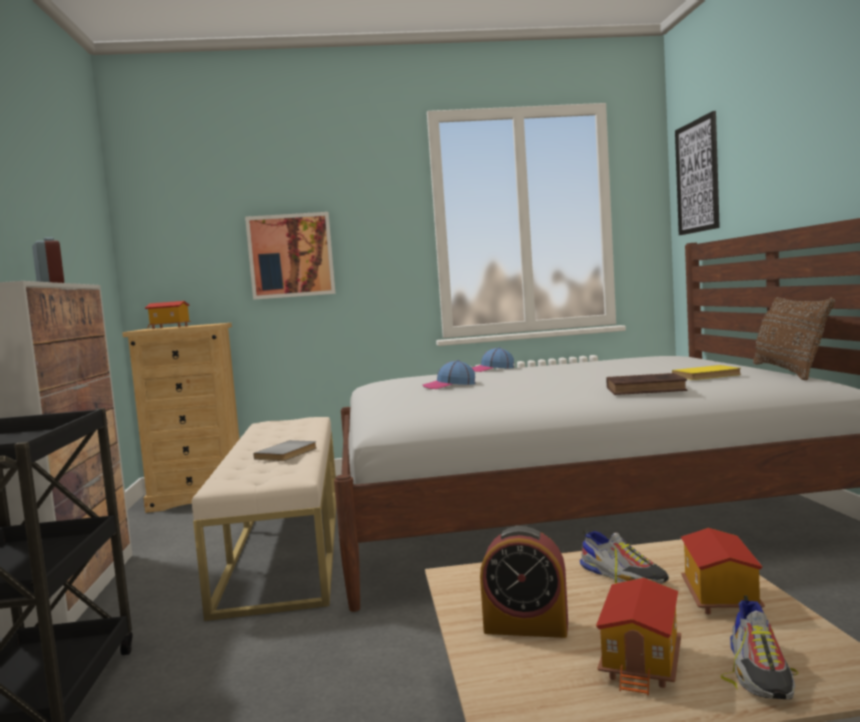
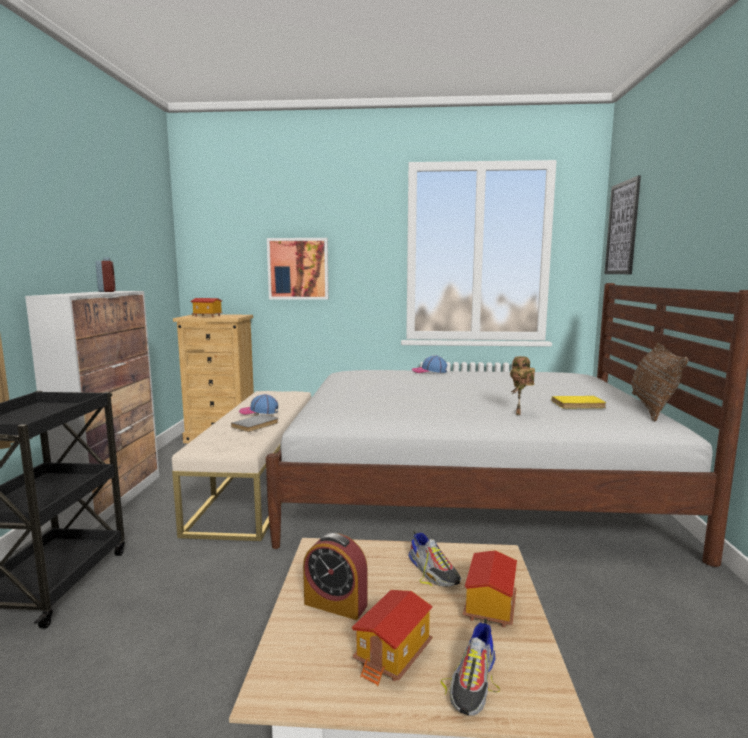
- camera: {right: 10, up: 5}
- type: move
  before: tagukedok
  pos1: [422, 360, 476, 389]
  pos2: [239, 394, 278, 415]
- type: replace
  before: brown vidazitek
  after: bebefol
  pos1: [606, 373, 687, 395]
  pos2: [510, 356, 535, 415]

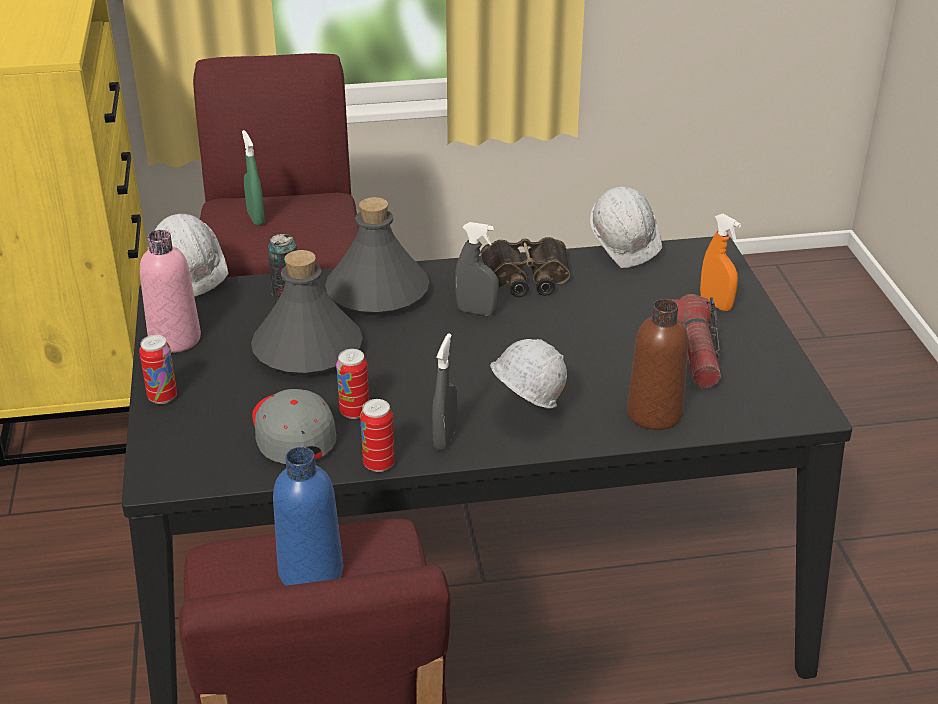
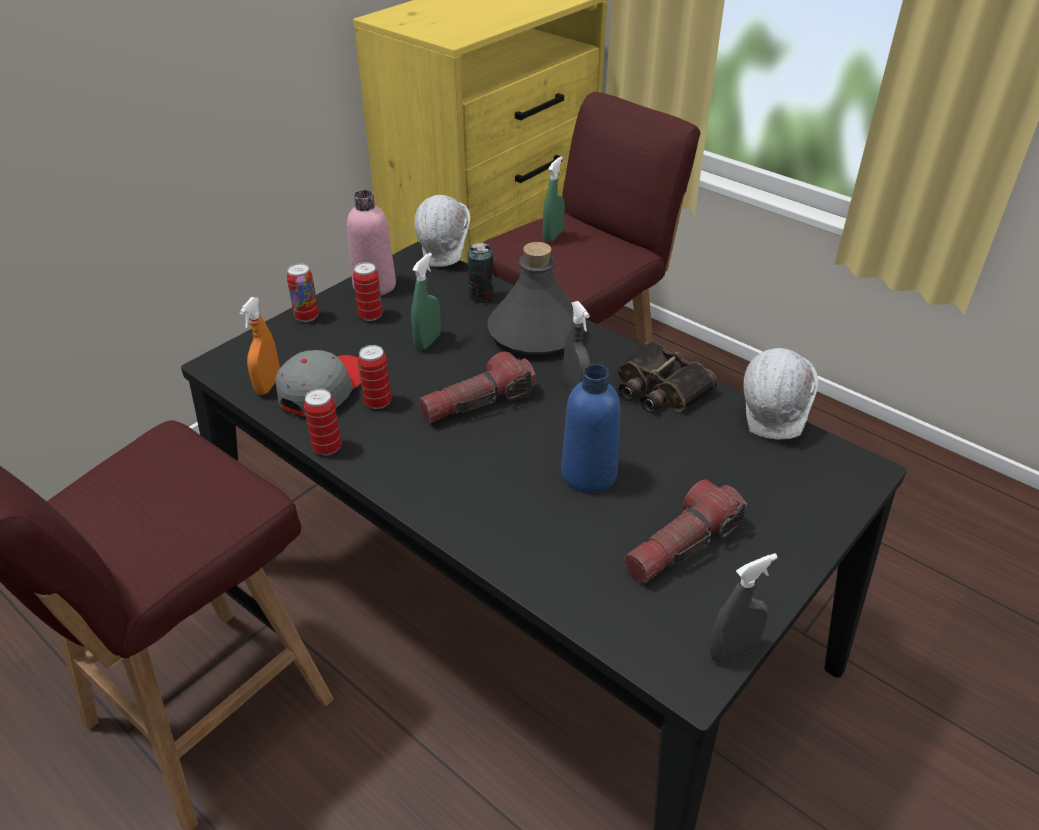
- camera: {right: 50, up: 5}
- type: move
  before: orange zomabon
  pos1: [700, 214, 741, 311]
  pos2: [239, 297, 280, 395]
- type: insert
  after: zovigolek
  pos2: [353, 262, 383, 321]
- type: replace
  before: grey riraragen
  after: green zomabon
  pos1: [251, 250, 363, 376]
  pos2: [411, 253, 441, 351]
- type: insert
  after: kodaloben
  pos2: [419, 352, 536, 423]
- type: move
  before: blue riraragen
  pos1: [273, 447, 343, 586]
  pos2: [561, 364, 620, 493]
- type: move
  before: grey zomabon
  pos1: [432, 333, 457, 450]
  pos2: [710, 553, 778, 664]
- type: delete
  before: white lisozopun
  pos1: [490, 339, 567, 409]
- type: delete
  before: brown riraragen
  pos1: [627, 299, 688, 430]

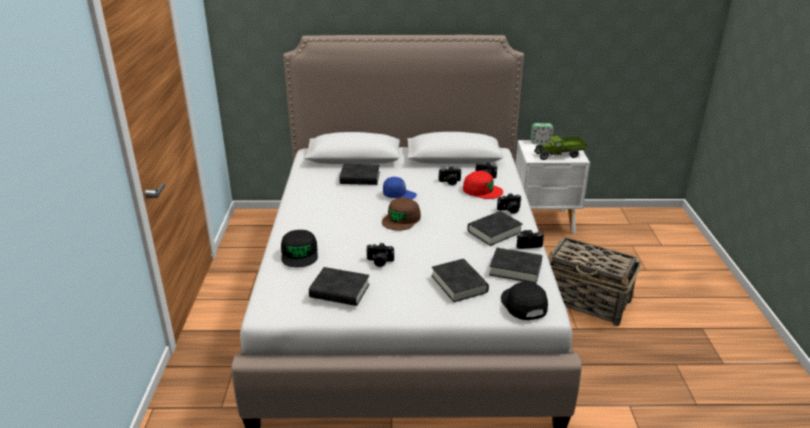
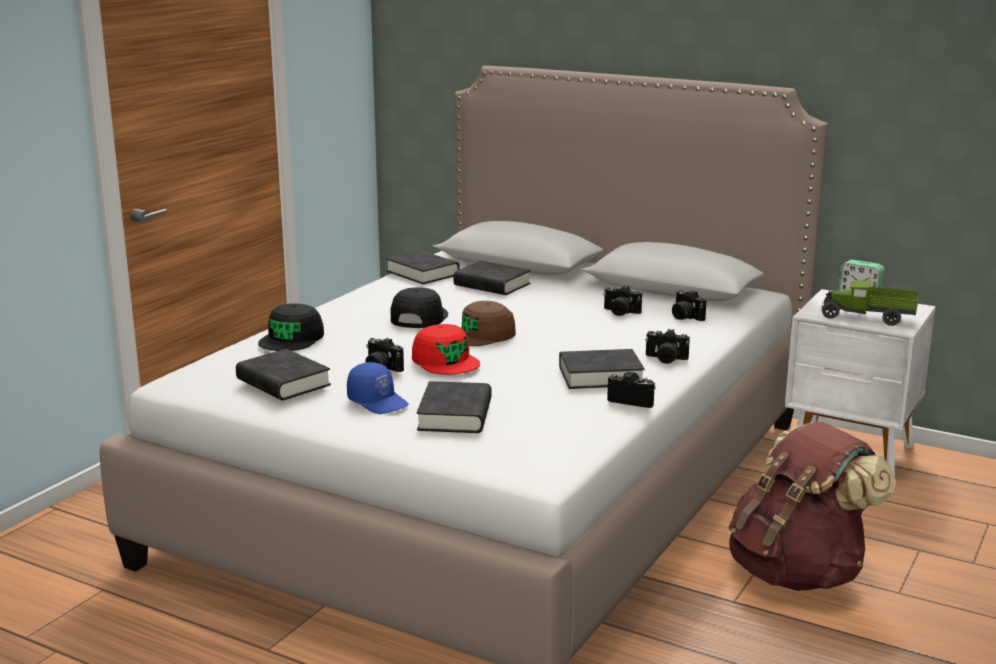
- camera: {right: 30, up: -10}
- type: move
  before: blue tagukedok
  pos1: [383, 177, 417, 200]
  pos2: [347, 362, 409, 414]
- type: move
  before: black vidazitek
  pos1: [489, 248, 542, 284]
  pos2: [386, 250, 460, 284]
- type: move
  before: black tagukedok
  pos1: [501, 282, 548, 320]
  pos2: [390, 287, 448, 328]
- type: move
  before: red tagukedok
  pos1: [463, 171, 503, 199]
  pos2: [412, 324, 480, 375]
- type: replace
  before: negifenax
  after: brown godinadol
  pos1: [548, 237, 641, 326]
  pos2: [728, 422, 896, 591]

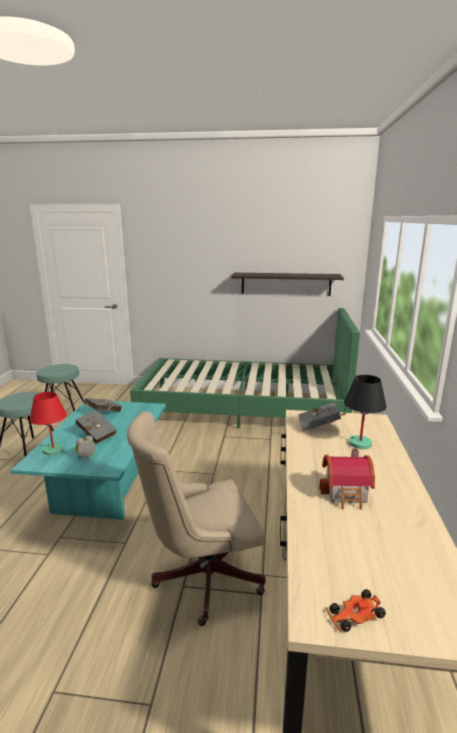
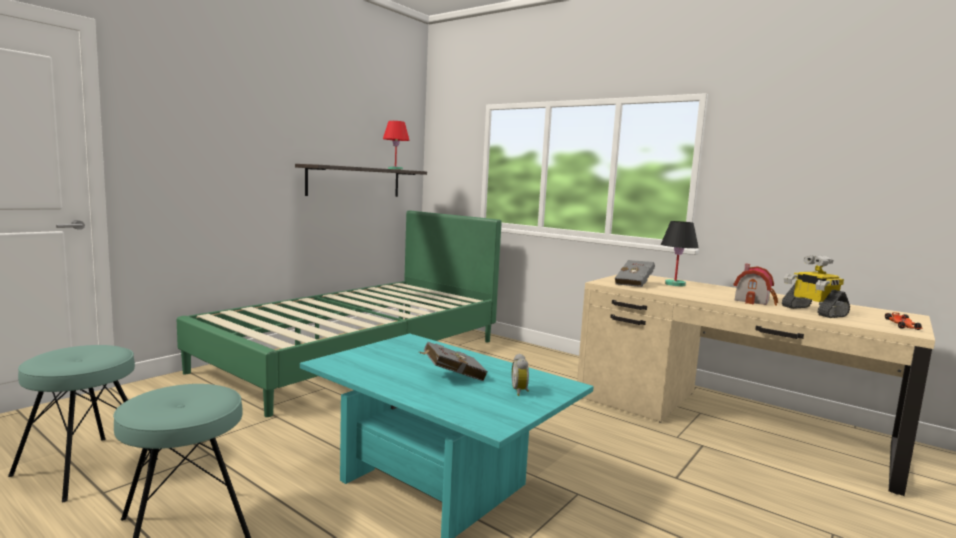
- camera: {right: -60, up: -10}
- type: move
  before: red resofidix
  pos1: [30, 392, 67, 455]
  pos2: [383, 121, 410, 170]
- type: insert
  after: bebefol
  pos2: [782, 255, 850, 318]
- type: delete
  before: grey vidazitek
  pos1: [84, 398, 122, 412]
- type: delete
  before: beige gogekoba
  pos1: [127, 411, 266, 626]

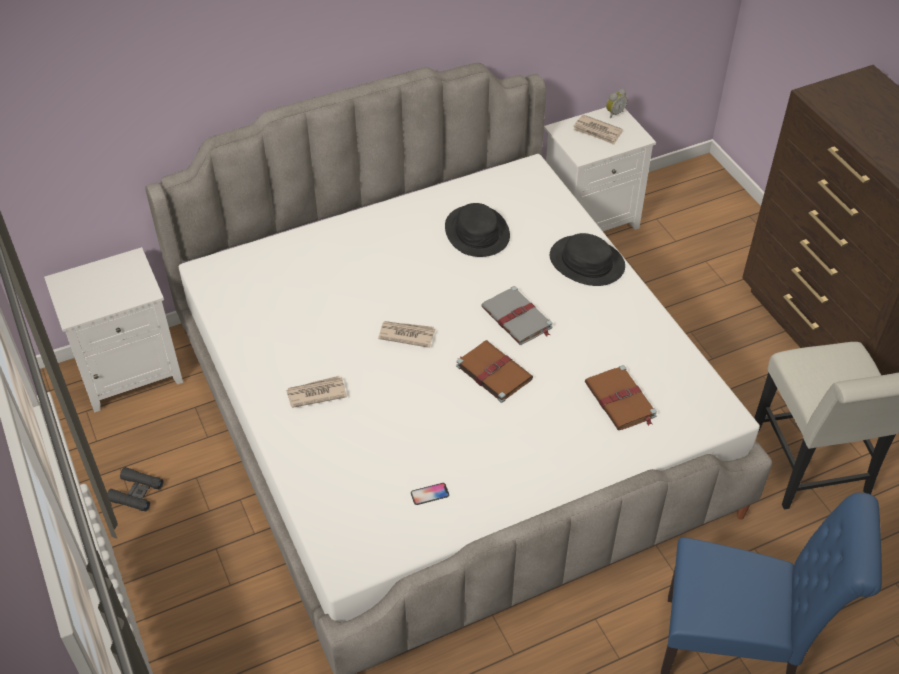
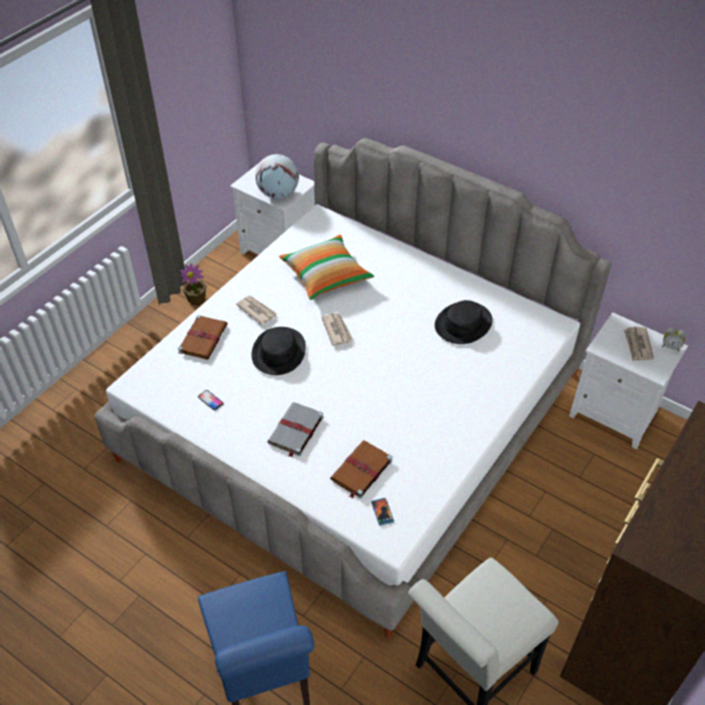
- camera: {right: 60, up: 0}
- type: move
  before: brown vidazitek
  pos1: [456, 340, 533, 403]
  pos2: [178, 315, 228, 359]
- type: replace
  before: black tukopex
  after: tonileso
  pos1: [107, 467, 163, 512]
  pos2: [180, 263, 206, 306]
- type: move
  before: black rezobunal
  pos1: [550, 233, 625, 286]
  pos2: [251, 327, 306, 375]
- type: insert
  after: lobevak
  pos2: [255, 154, 299, 199]
- type: move
  before: grey vidazitek
  pos1: [481, 286, 553, 345]
  pos2: [267, 402, 324, 458]
- type: insert
  after: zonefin
  pos2: [279, 234, 374, 300]
- type: insert
  after: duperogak
  pos2: [371, 498, 394, 526]

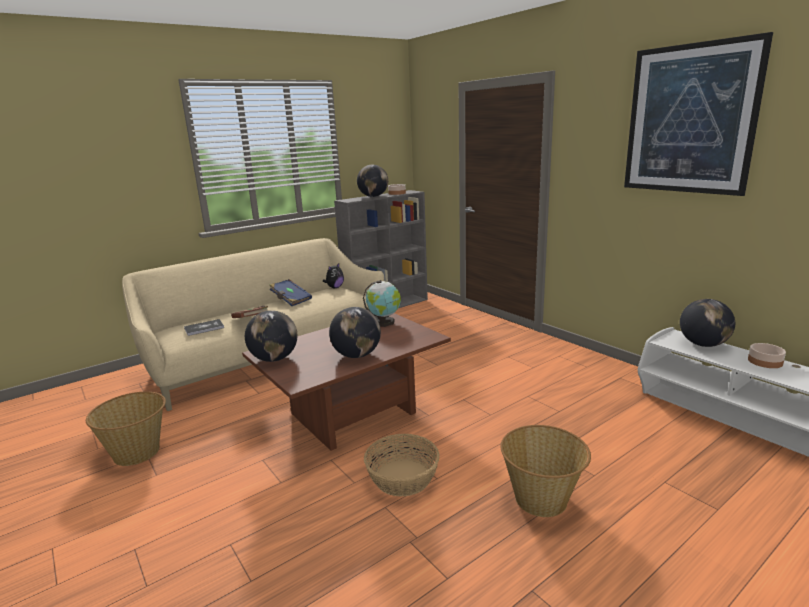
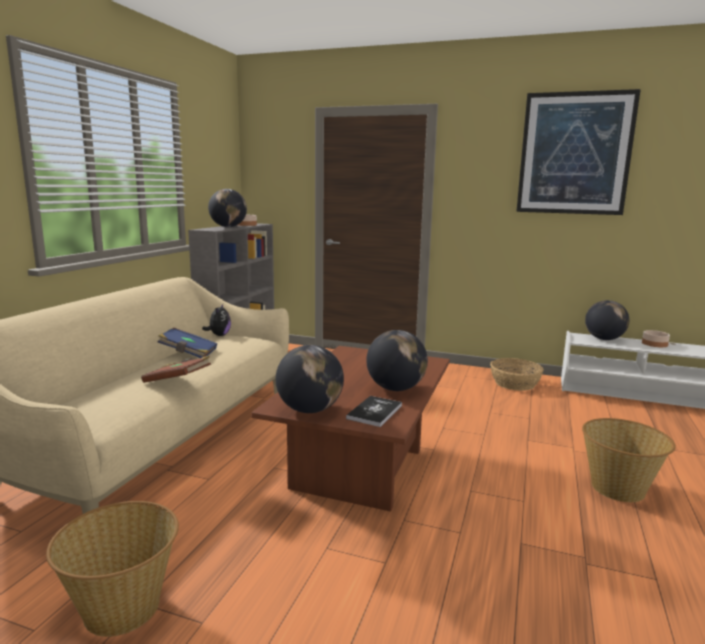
- camera: {right: -35, up: -5}
- type: move
  before: vidazitek
  pos1: [184, 319, 224, 336]
  pos2: [346, 396, 402, 427]
- type: move
  before: negifenax
  pos1: [364, 434, 440, 497]
  pos2: [490, 358, 544, 391]
- type: delete
  before: lobevak
  pos1: [363, 280, 401, 327]

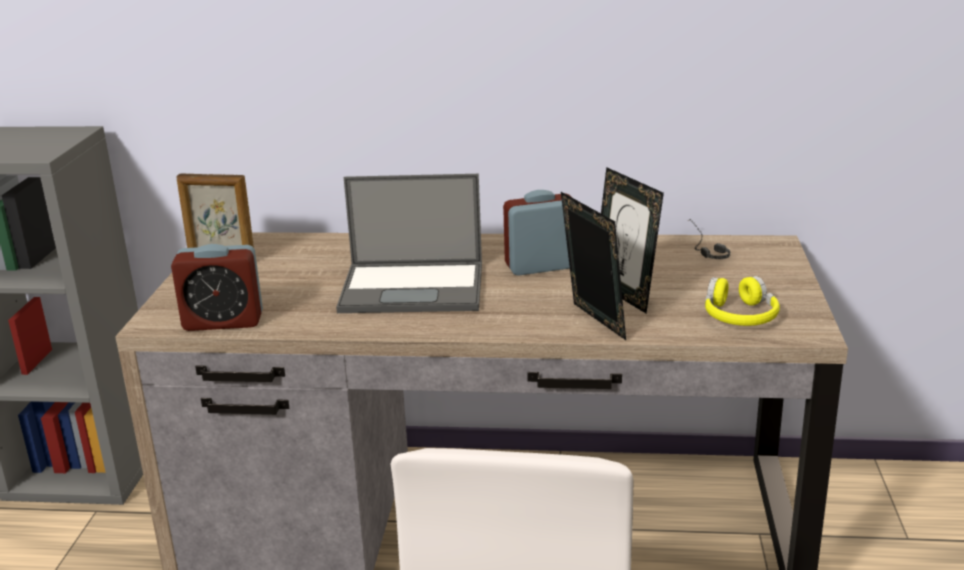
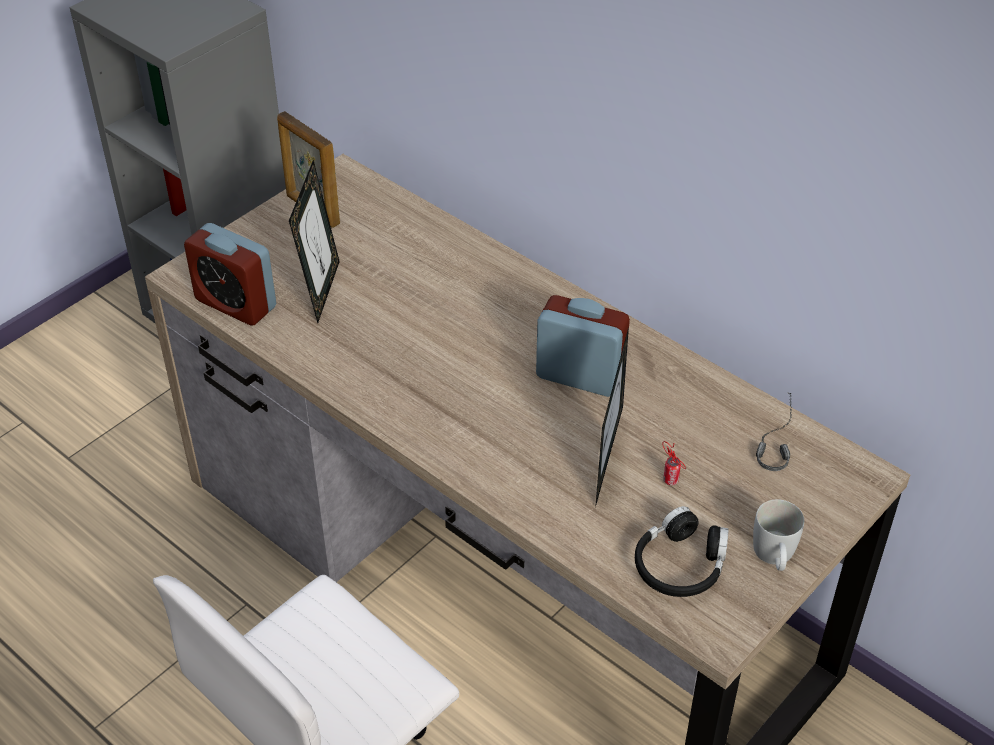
- camera: {right: 35, up: 20}
- type: move
  before: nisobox
  pos1: [561, 192, 626, 340]
  pos2: [289, 160, 340, 323]
- type: recolor
  before: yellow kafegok
  after: black kafegok
  pos1: [705, 276, 780, 326]
  pos2: [635, 506, 728, 597]
- type: insert
  after: zovigolek
  pos2: [662, 441, 686, 485]
- type: insert
  after: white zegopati
  pos2: [753, 499, 804, 571]
- type: delete
  before: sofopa
  pos1: [336, 174, 482, 313]

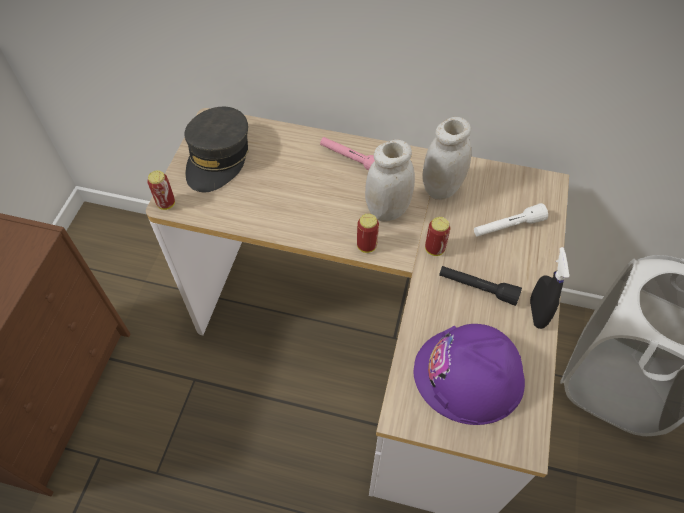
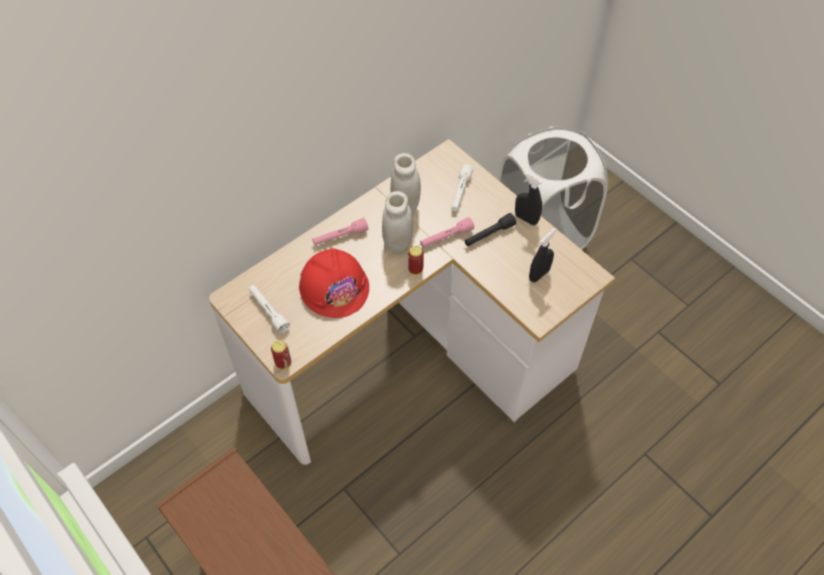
- camera: {right: -55, up: 0}
- type: replace
  before: grey tagukedok
  after: white kodaloben
  pos1: [184, 107, 249, 192]
  pos2: [249, 285, 290, 333]
- type: insert
  after: red lisozopun
  pos2: [299, 248, 369, 318]
- type: replace
  before: zovigolek
  after: pink kodaloben
  pos1: [425, 217, 451, 256]
  pos2: [420, 217, 474, 247]
- type: replace
  before: purple lisozopun
  after: black zomabon
  pos1: [413, 324, 525, 425]
  pos2: [529, 228, 557, 282]

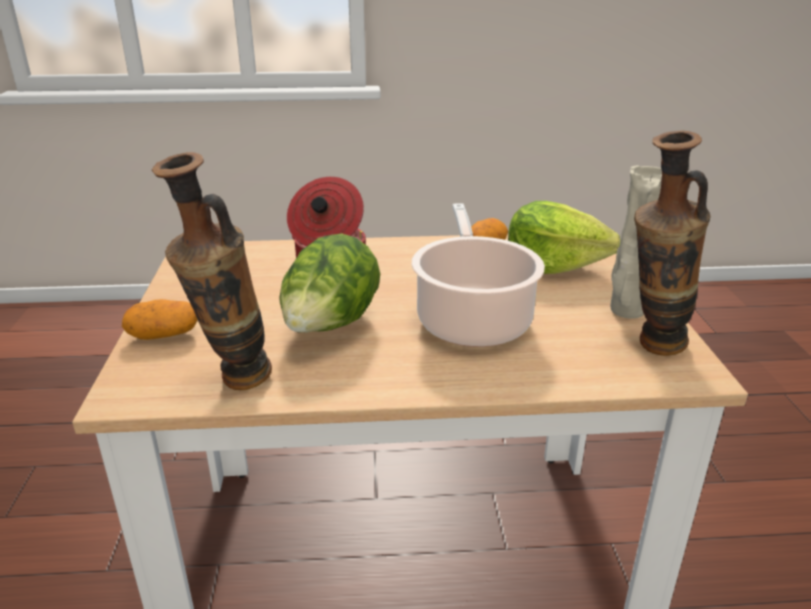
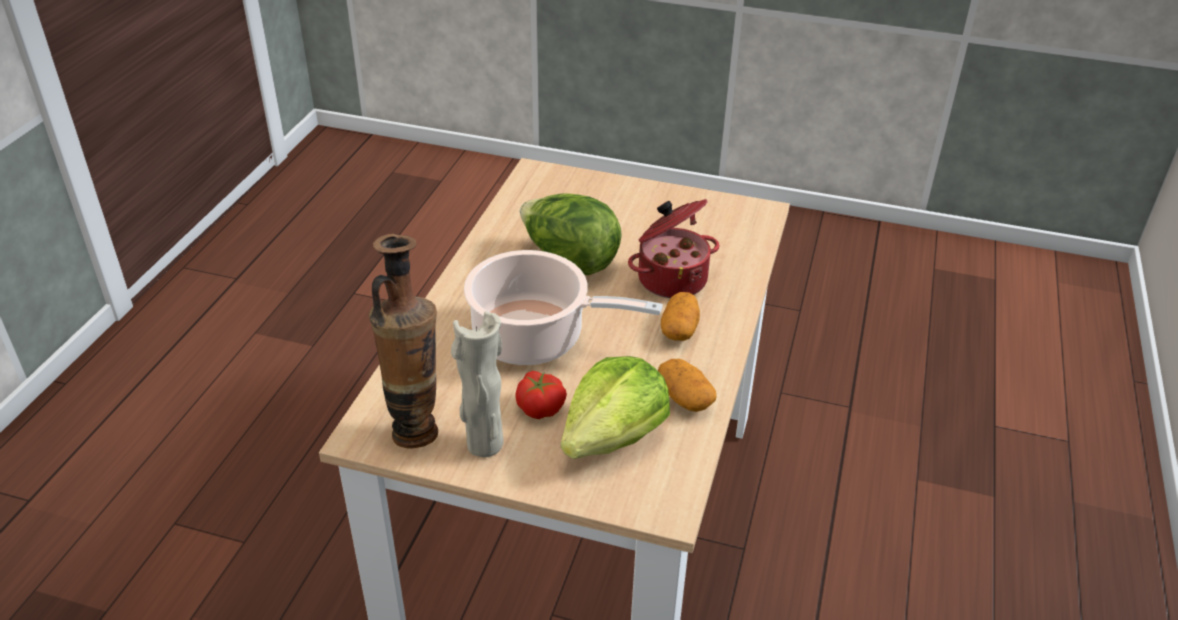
- camera: {right: 110, up: 10}
- type: insert
  after: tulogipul
  pos2: [515, 371, 567, 419]
- type: move
  before: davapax
  pos1: [122, 299, 198, 340]
  pos2: [661, 292, 700, 341]
- type: delete
  before: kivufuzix
  pos1: [152, 152, 272, 390]

